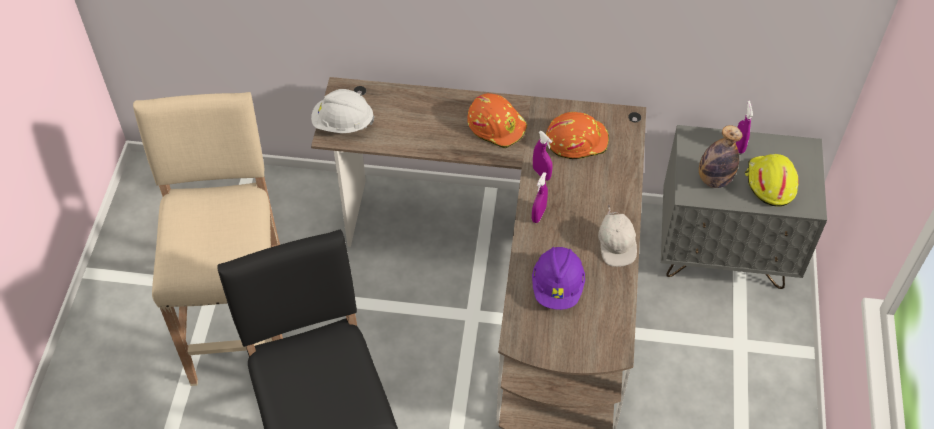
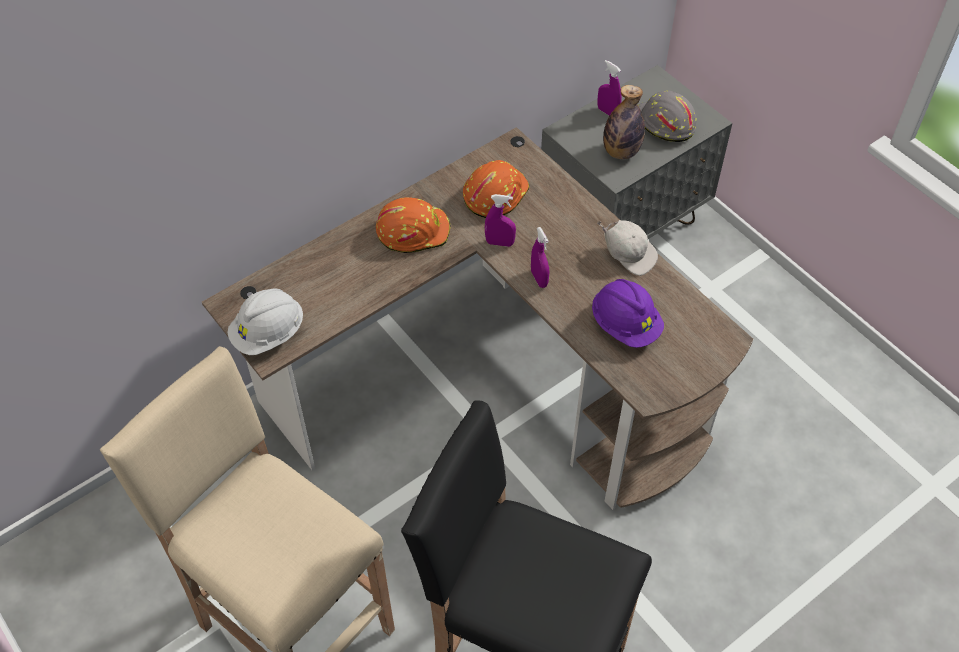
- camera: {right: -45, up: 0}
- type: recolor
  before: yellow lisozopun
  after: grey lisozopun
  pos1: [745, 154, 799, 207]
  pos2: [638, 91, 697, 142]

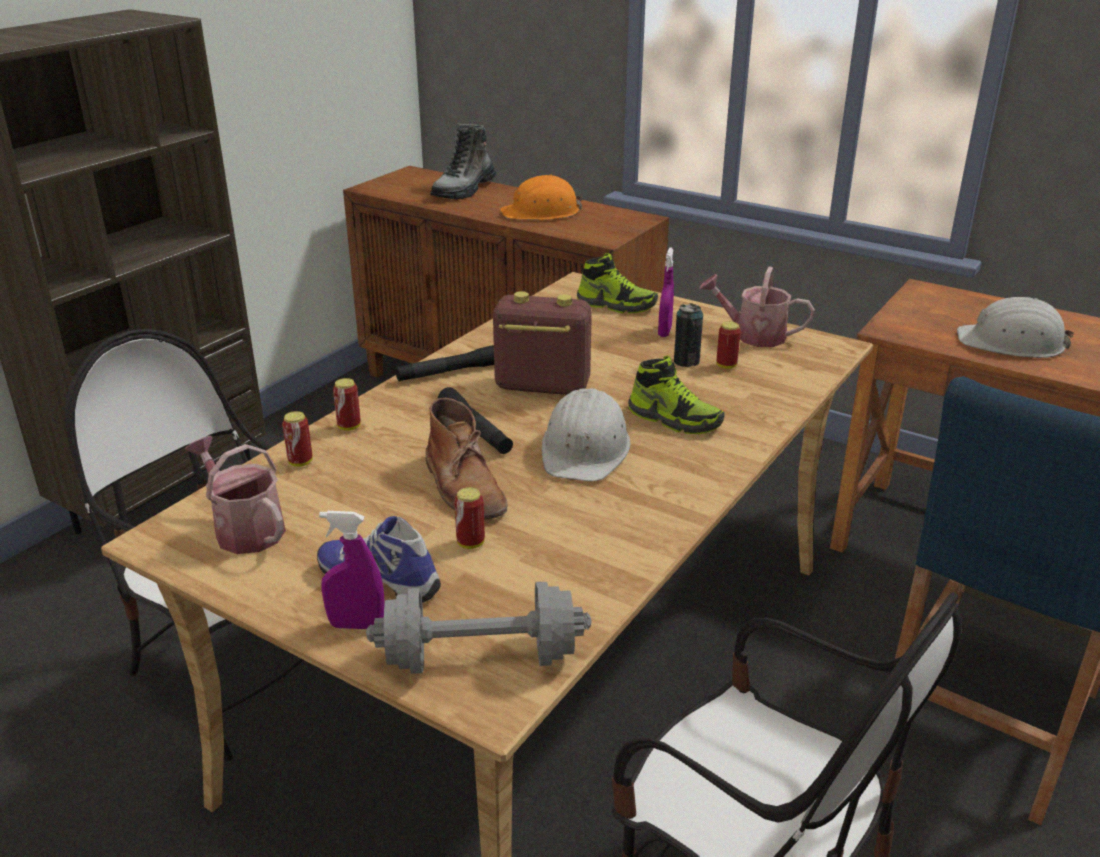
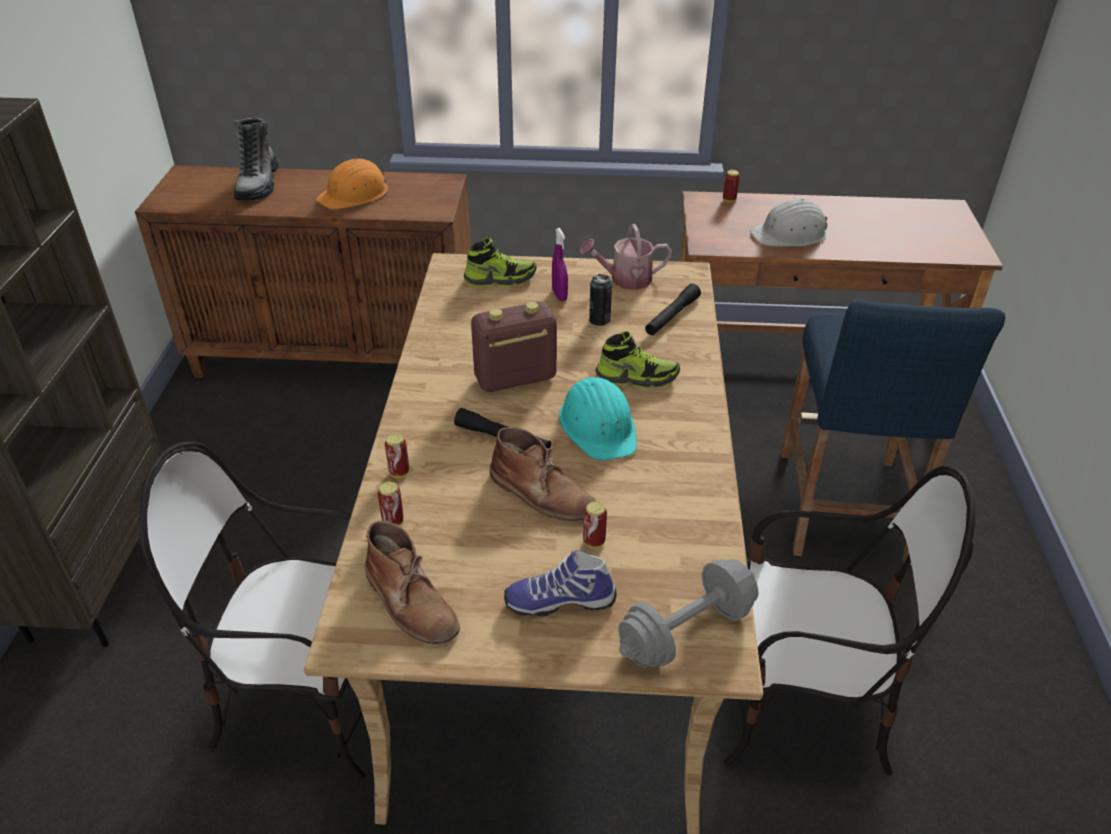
- camera: {right: -30, up: 10}
- type: replace
  before: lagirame
  after: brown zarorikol
  pos1: [185, 436, 286, 554]
  pos2: [365, 521, 460, 644]
- type: recolor
  before: white lisozopun
  after: turquoise lisozopun
  pos1: [542, 388, 631, 481]
  pos2: [559, 377, 637, 461]
- type: move
  before: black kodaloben
  pos1: [395, 345, 494, 382]
  pos2: [645, 284, 701, 335]
- type: move
  before: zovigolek
  pos1: [716, 321, 741, 369]
  pos2: [723, 170, 740, 202]
- type: delete
  before: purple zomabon
  pos1: [319, 511, 385, 629]

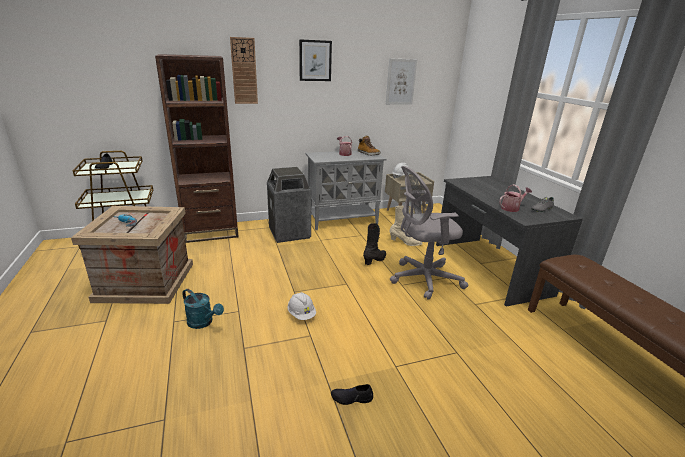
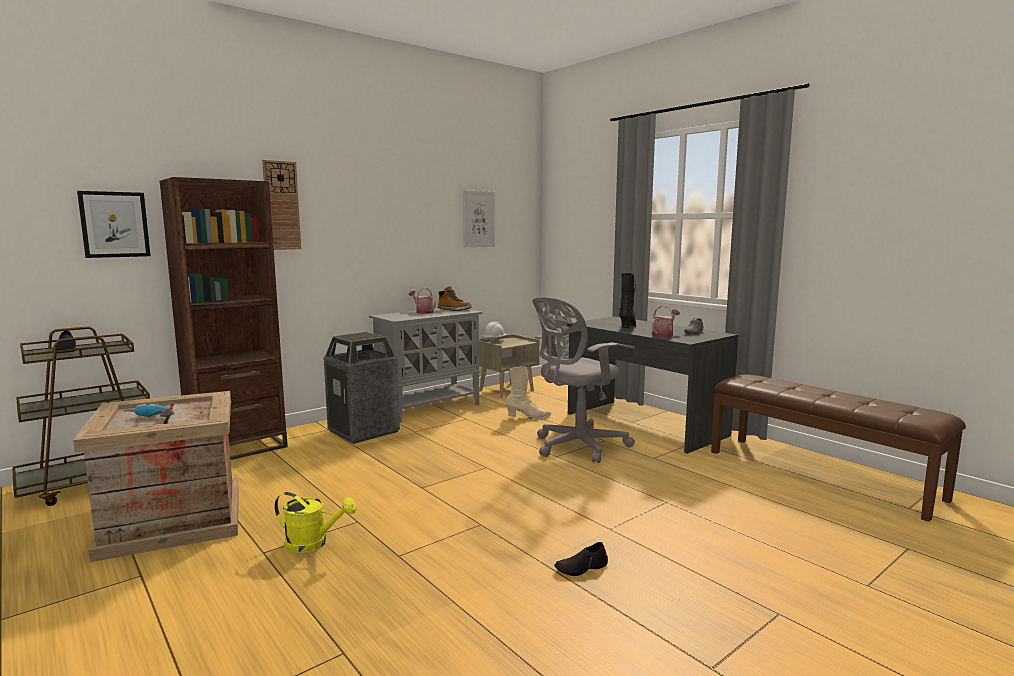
- camera: {right: -20, up: -15}
- type: move
  before: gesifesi
  pos1: [299, 39, 332, 81]
  pos2: [77, 191, 151, 258]
- type: recolor
  before: turquoise lagirame
  after: yellow lagirame
  pos1: [182, 289, 224, 329]
  pos2: [274, 492, 357, 553]
- type: move
  before: black zarorikol
  pos1: [363, 223, 386, 265]
  pos2: [619, 273, 636, 328]
- type: delete
  before: white lisozopun
  pos1: [288, 292, 316, 320]

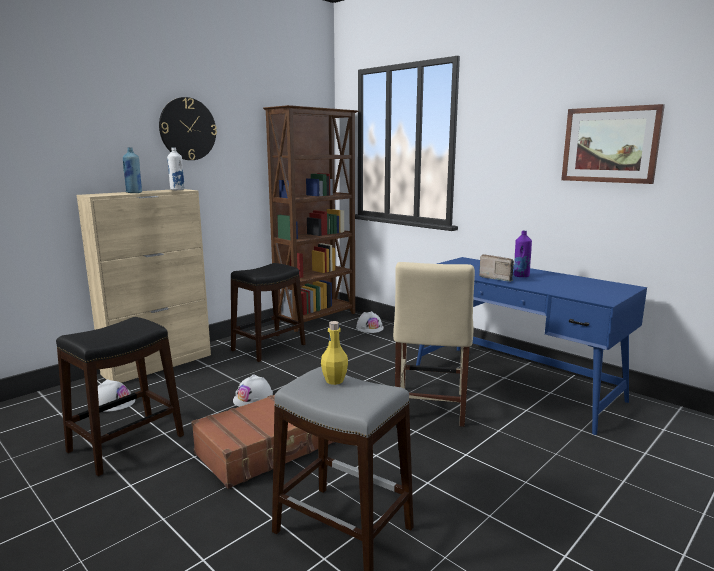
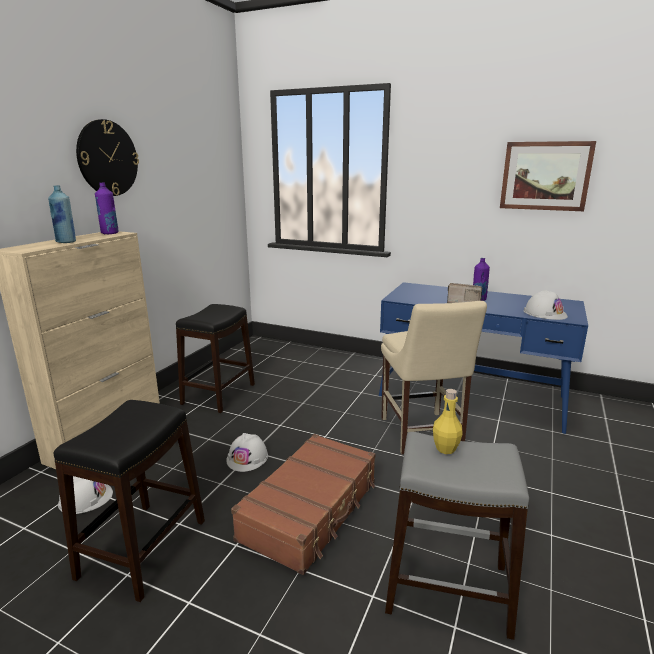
- camera: {right: -20, up: 5}
- type: recolor
  before: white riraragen
  after: purple riraragen
  pos1: [167, 147, 185, 190]
  pos2: [95, 182, 119, 234]
- type: move
  before: white lisozopun
  pos1: [356, 311, 384, 333]
  pos2: [524, 290, 568, 320]
- type: delete
  before: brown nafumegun
  pos1: [263, 105, 359, 332]

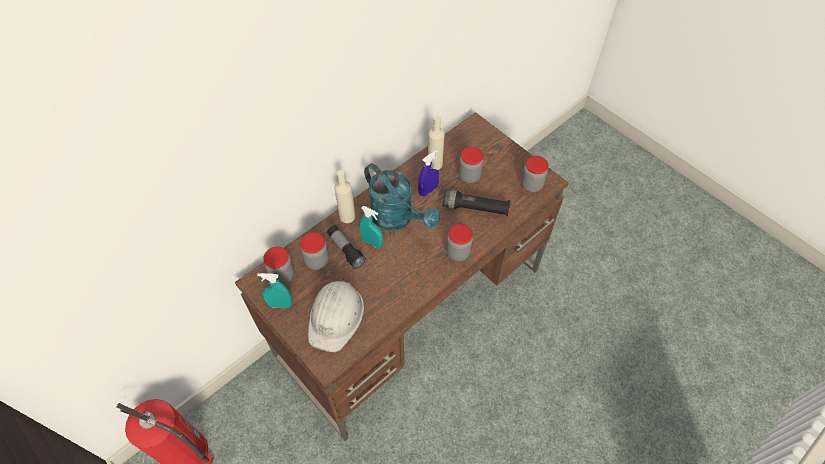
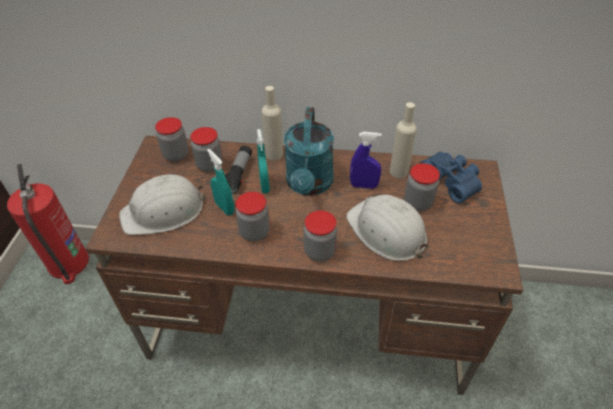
- camera: {right: 50, up: -10}
- type: move
  before: turquoise zomabon
  pos1: [257, 273, 293, 308]
  pos2: [207, 149, 234, 216]
- type: move
  before: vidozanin
  pos1: [521, 156, 548, 192]
  pos2: [235, 192, 270, 241]
- type: replace
  before: black kodaloben
  after: white lisozopun
  pos1: [443, 190, 510, 216]
  pos2: [346, 195, 430, 261]
- type: insert
  after: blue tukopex
  pos2: [419, 152, 482, 203]

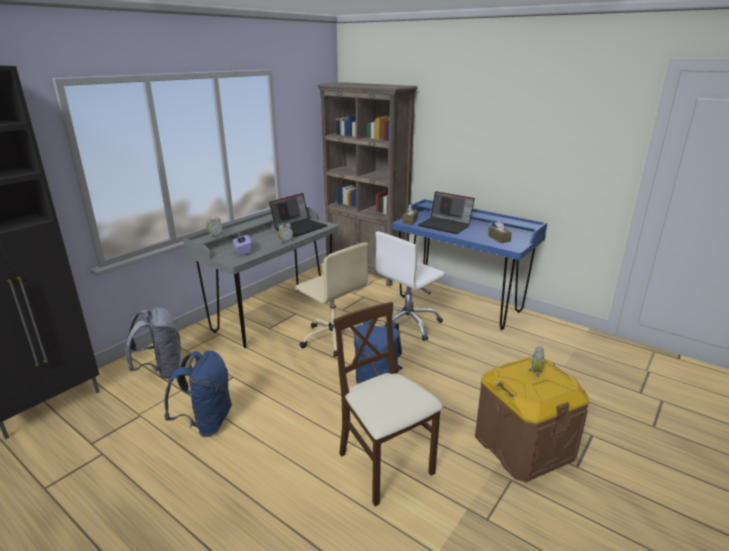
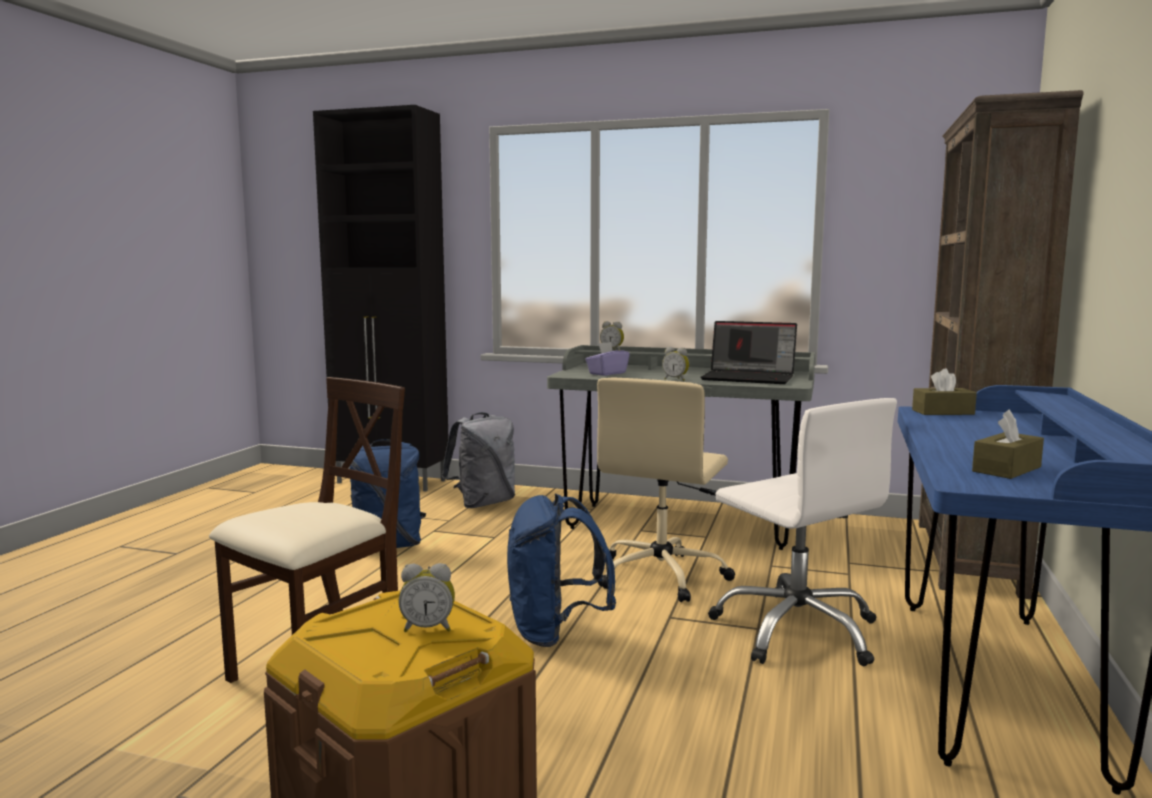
- camera: {right: 70, up: -15}
- type: rotate
  before: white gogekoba
  pos1: [375, 231, 445, 341]
  pos2: [708, 398, 897, 666]
  turn: -150
- type: delete
  before: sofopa
  pos1: [418, 191, 475, 234]

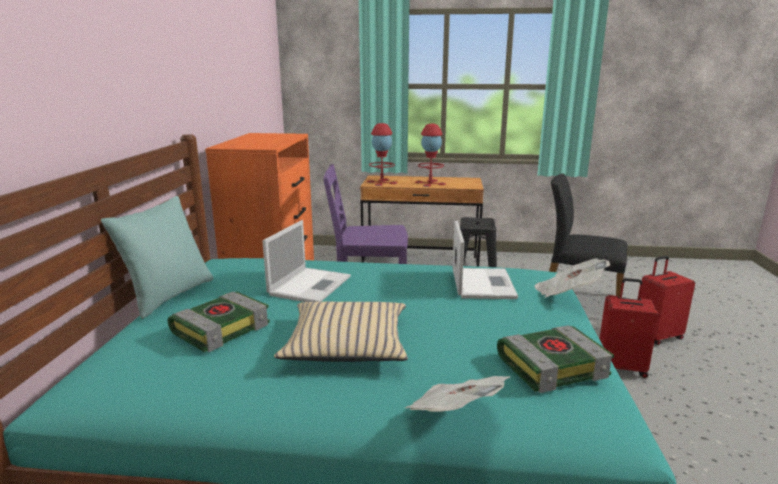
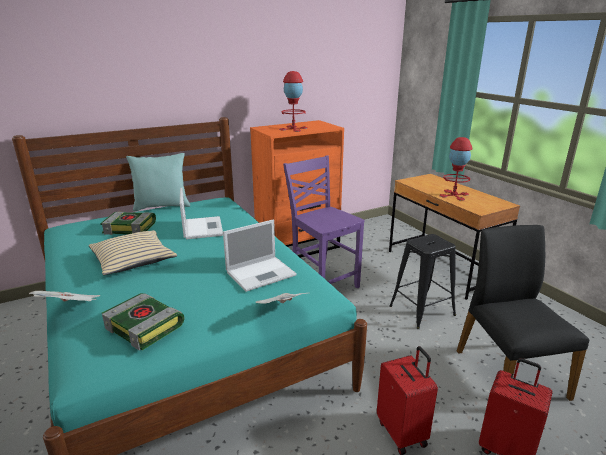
- camera: {right: 55, up: 5}
- type: rotate
  before: sofopa
  pos1: [262, 220, 351, 302]
  pos2: [180, 188, 223, 239]
  turn: -90
- type: move
  before: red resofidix
  pos1: [367, 123, 397, 186]
  pos2: [279, 71, 308, 132]

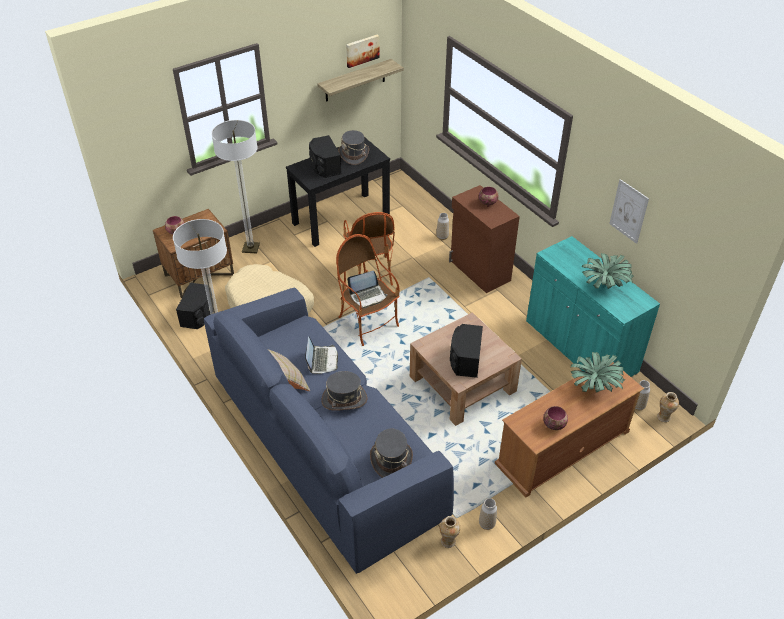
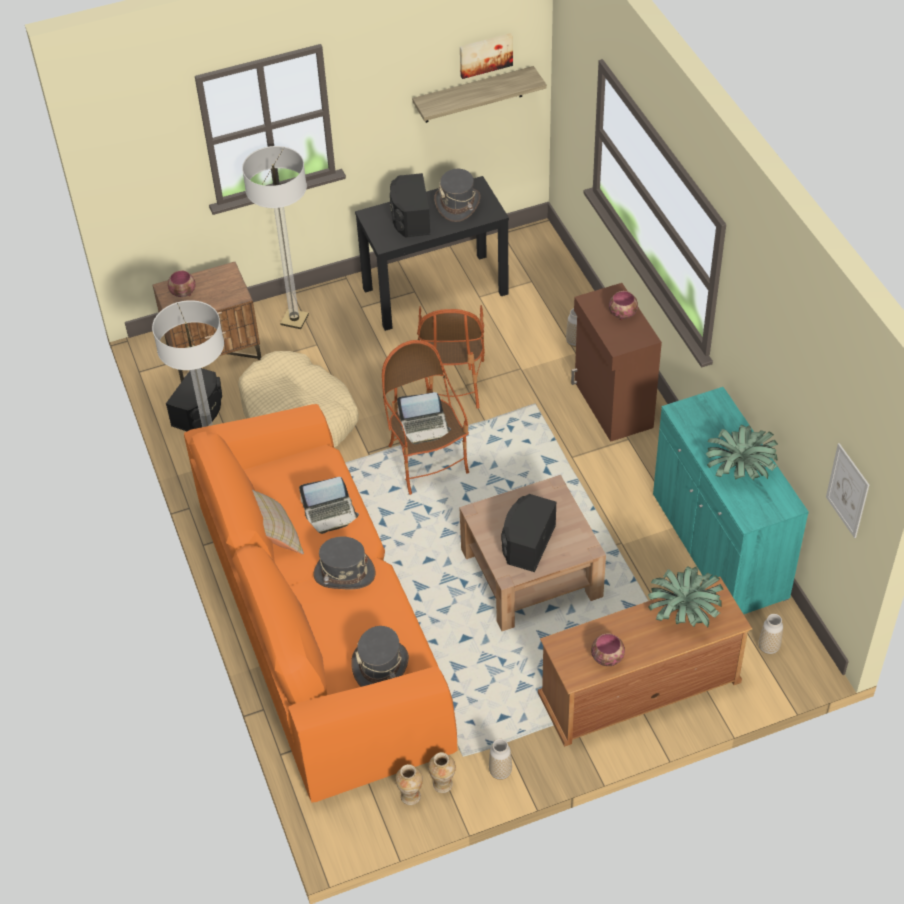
- camera: {right: 15, up: 5}
- type: recolor
  before: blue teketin
  after: orange teketin
  pos1: [204, 288, 454, 574]
  pos2: [184, 404, 458, 802]
- type: rotate
  before: sofopa
  pos1: [305, 336, 338, 374]
  pos2: [299, 477, 359, 534]
  turn: 60
- type: move
  before: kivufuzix
  pos1: [657, 392, 679, 422]
  pos2: [395, 764, 423, 805]
- type: move
  before: gesifesi
  pos1: [609, 179, 649, 244]
  pos2: [826, 443, 869, 538]

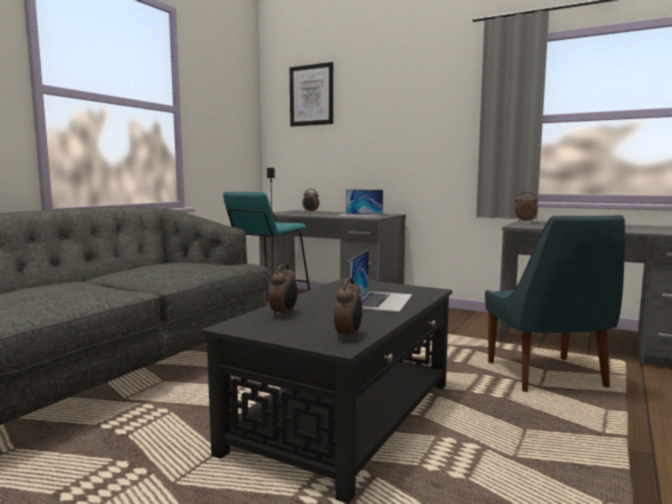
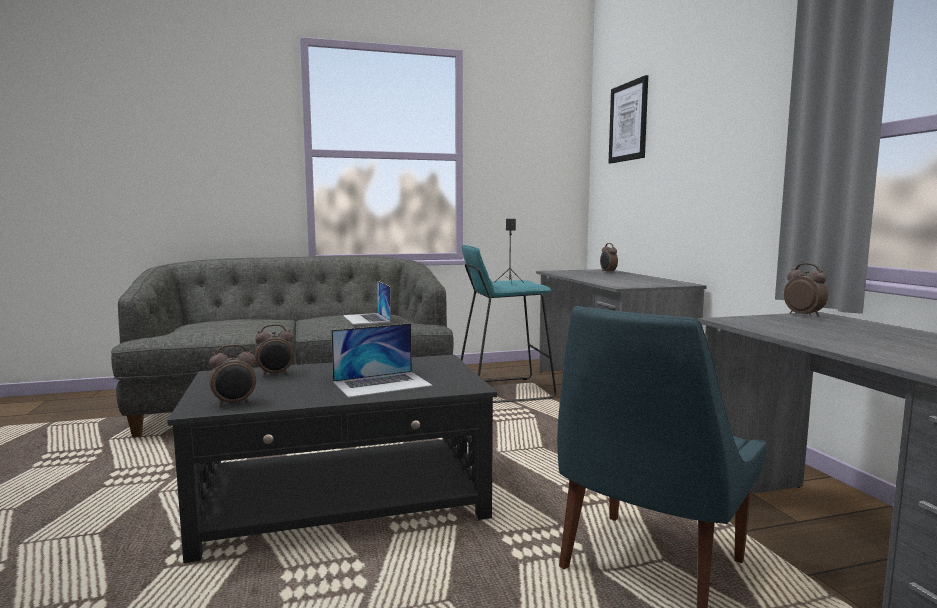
- camera: {right: 45, up: 0}
- type: move
  before: sofopa
  pos1: [336, 189, 383, 217]
  pos2: [343, 281, 391, 325]

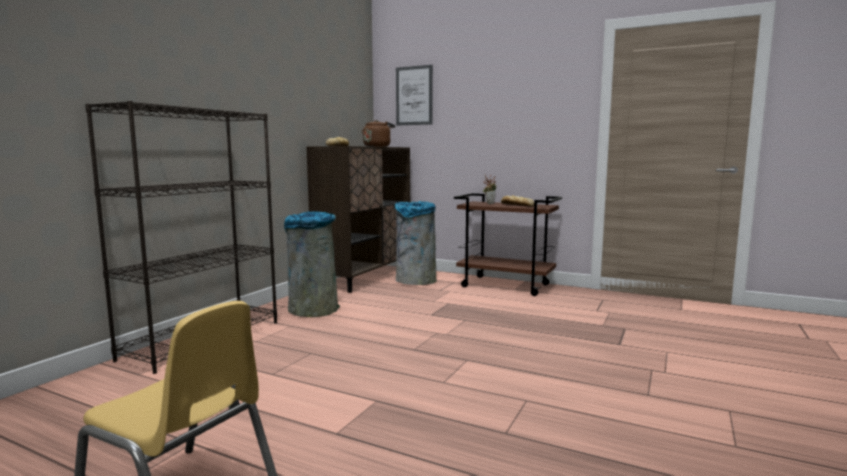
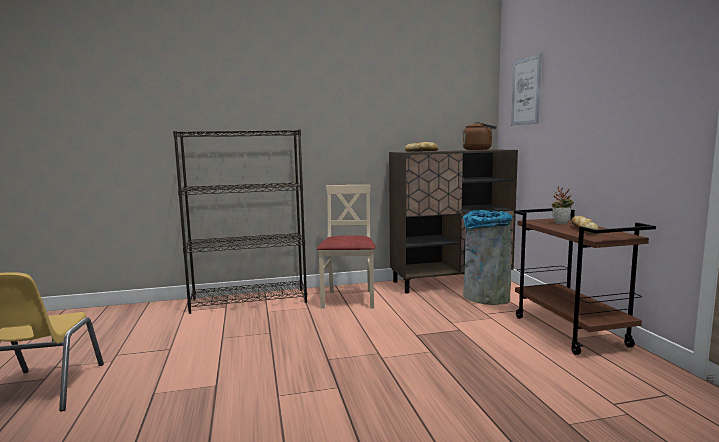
- camera: {right: 50, up: 0}
- type: replace
  before: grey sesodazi
  after: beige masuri
  pos1: [284, 211, 340, 317]
  pos2: [317, 185, 375, 309]

